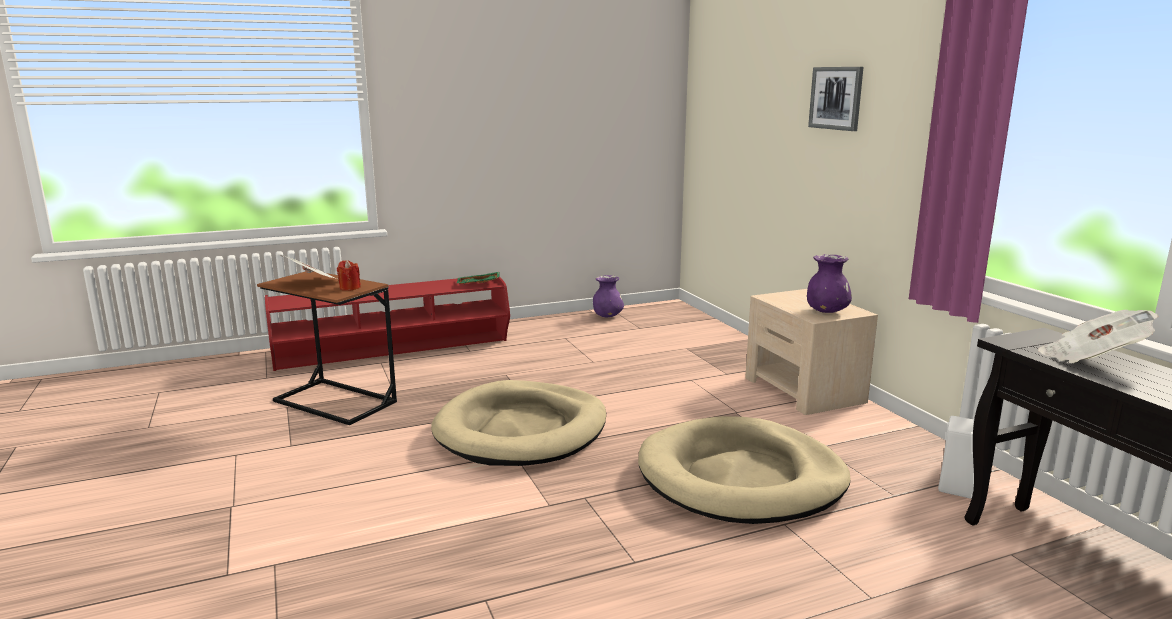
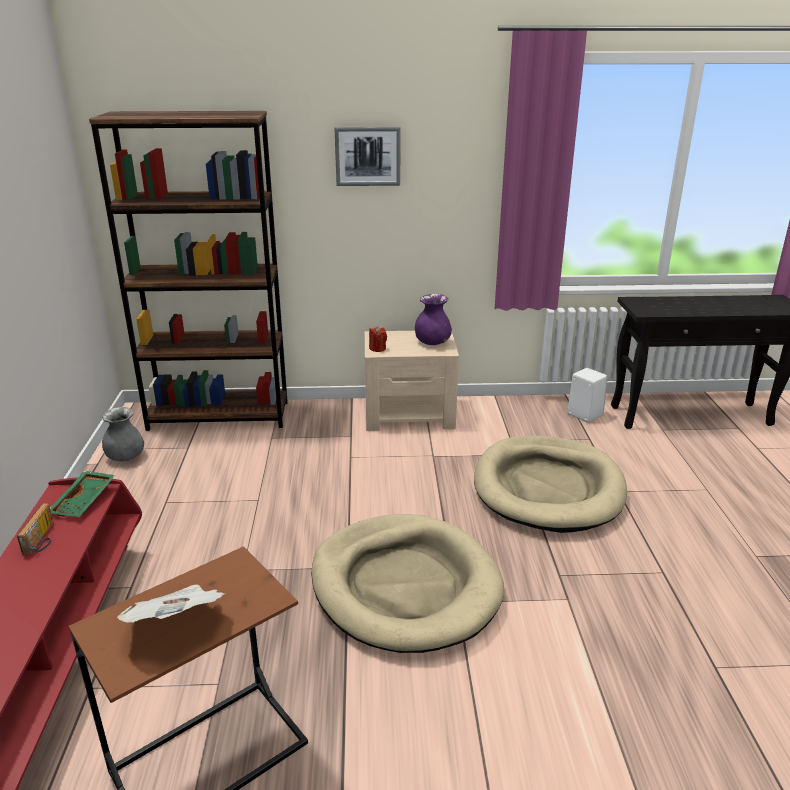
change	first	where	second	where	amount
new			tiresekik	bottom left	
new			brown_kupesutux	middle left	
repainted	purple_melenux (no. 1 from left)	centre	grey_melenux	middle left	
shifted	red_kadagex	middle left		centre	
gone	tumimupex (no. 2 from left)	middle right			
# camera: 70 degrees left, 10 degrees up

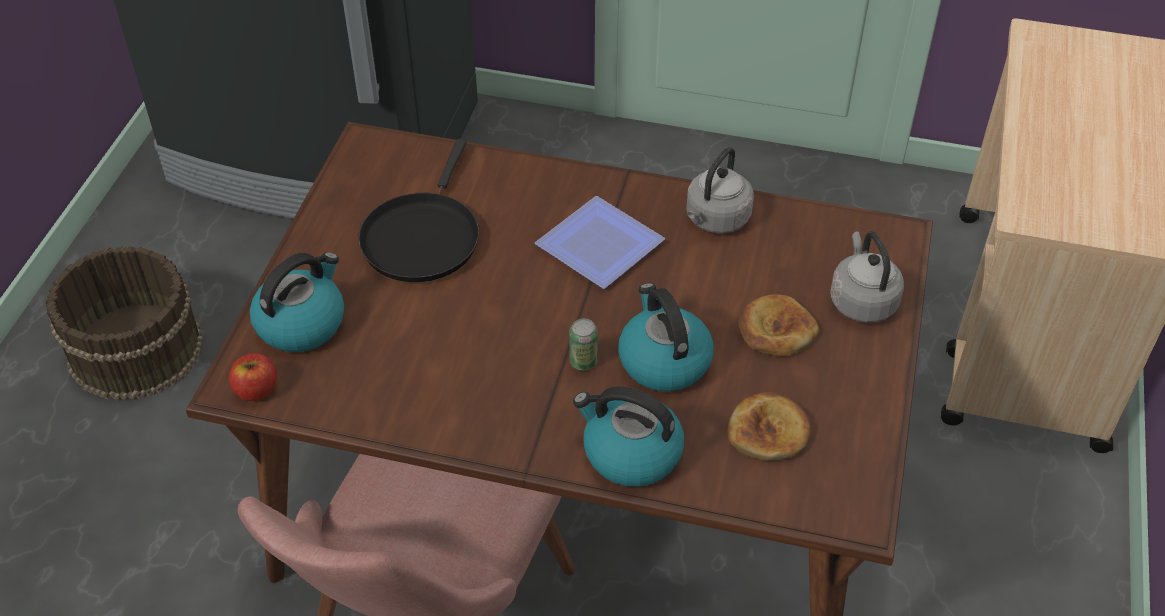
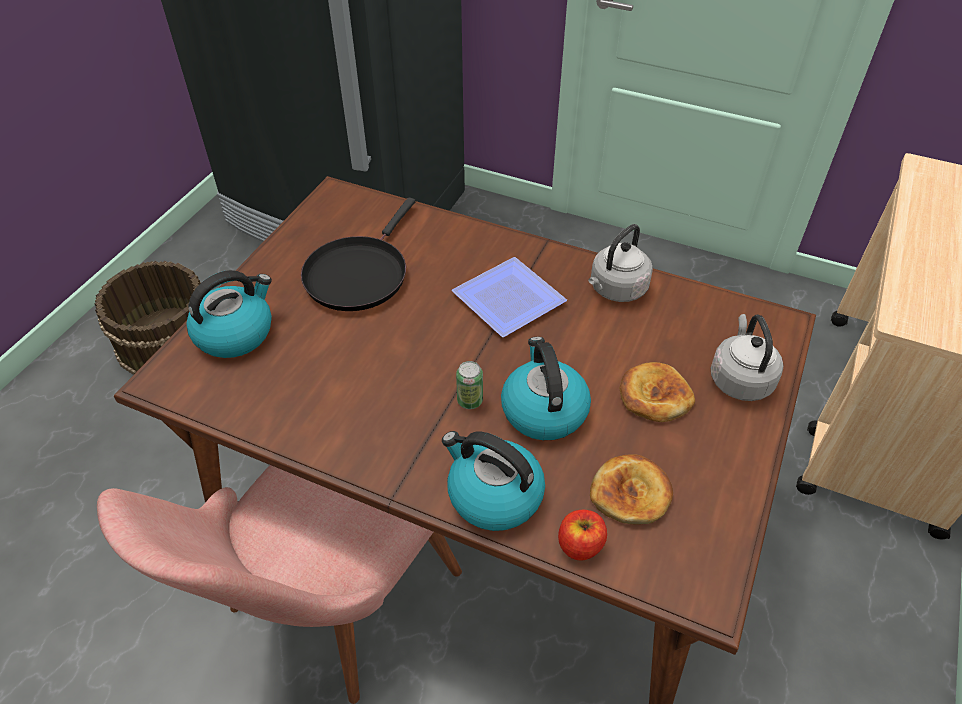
change	first	where	second	where	amount
shifted	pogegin	middle left		bottom centre	
# camera: 10 degrees right, 0 degrees up

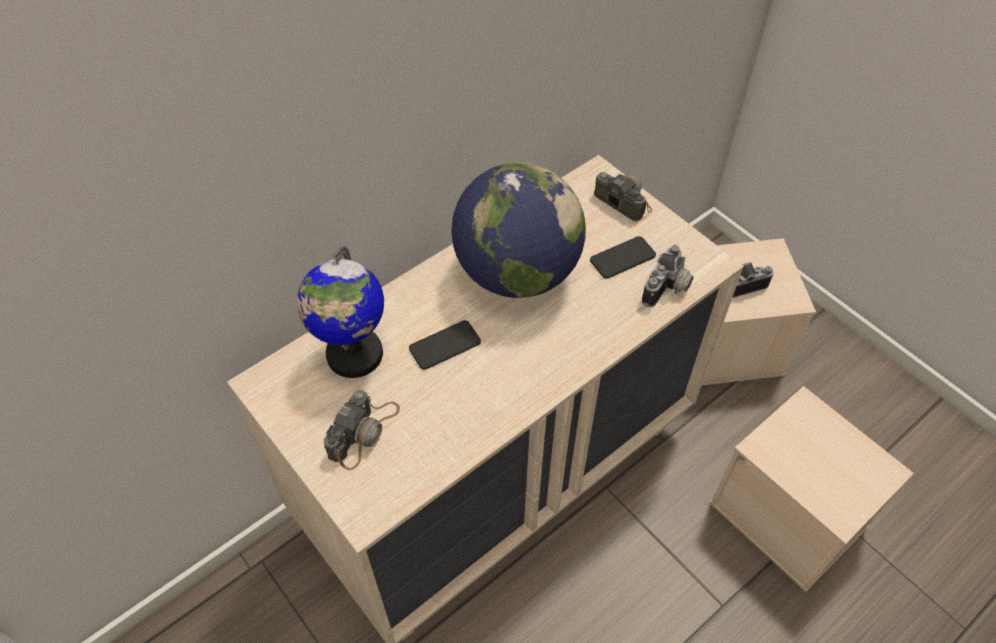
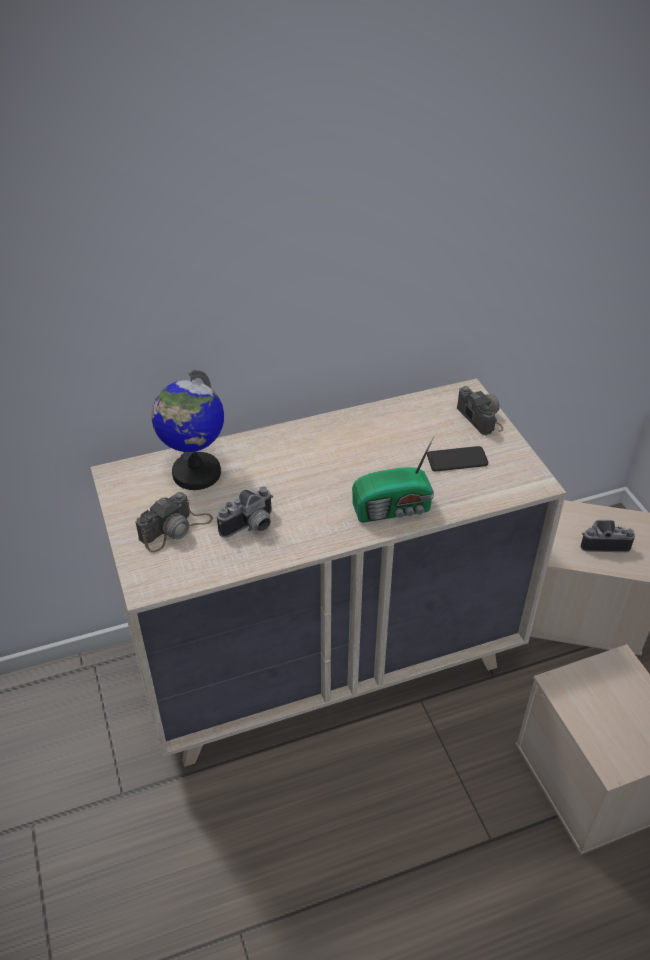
change	first	where	second	where	amount
shifted	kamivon (no. 3 from left in the first image)	middle right	kamivon (no. 2 from left)	centre	
new			tiresekik	centre	
gone	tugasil (no. 1 from left)	centre			
gone	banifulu (no. 2 from left)	centre			
# camera: 20 degrees right, 10 degrees down

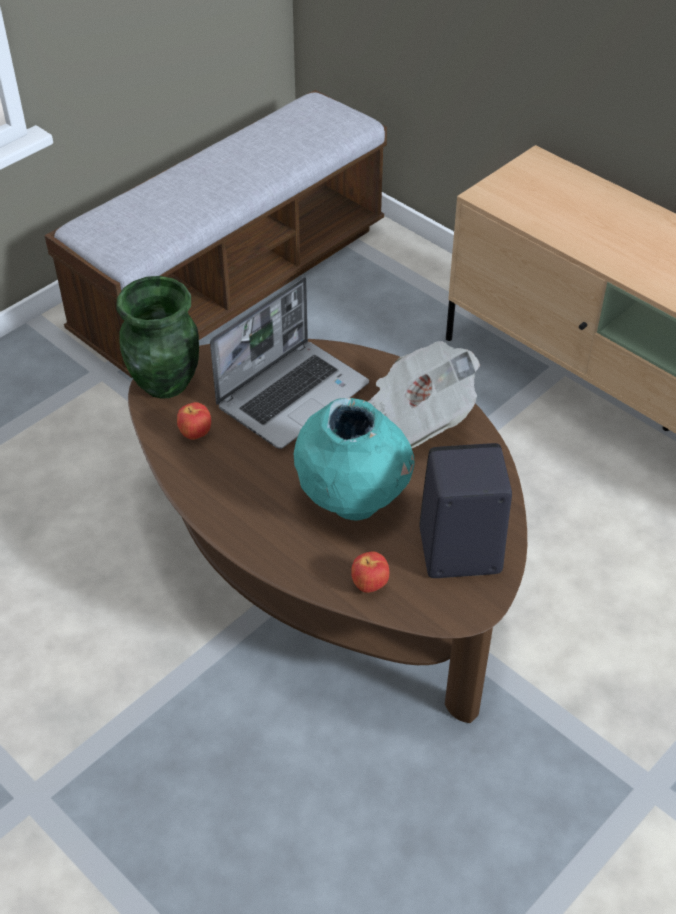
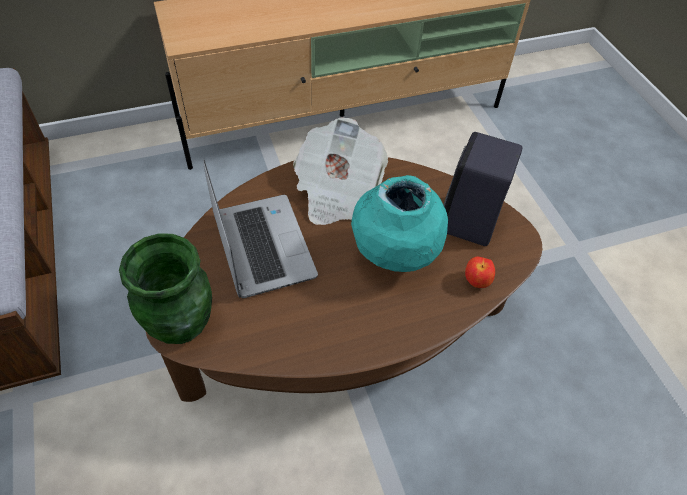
change	first	where	second	where	amount
gone	pogegin (no. 1 from left)	middle left			
# camera: 65 degrees left, 5 degrees up

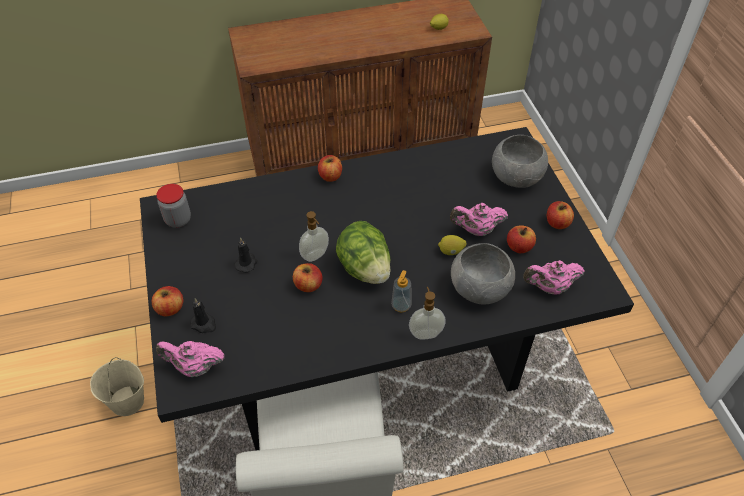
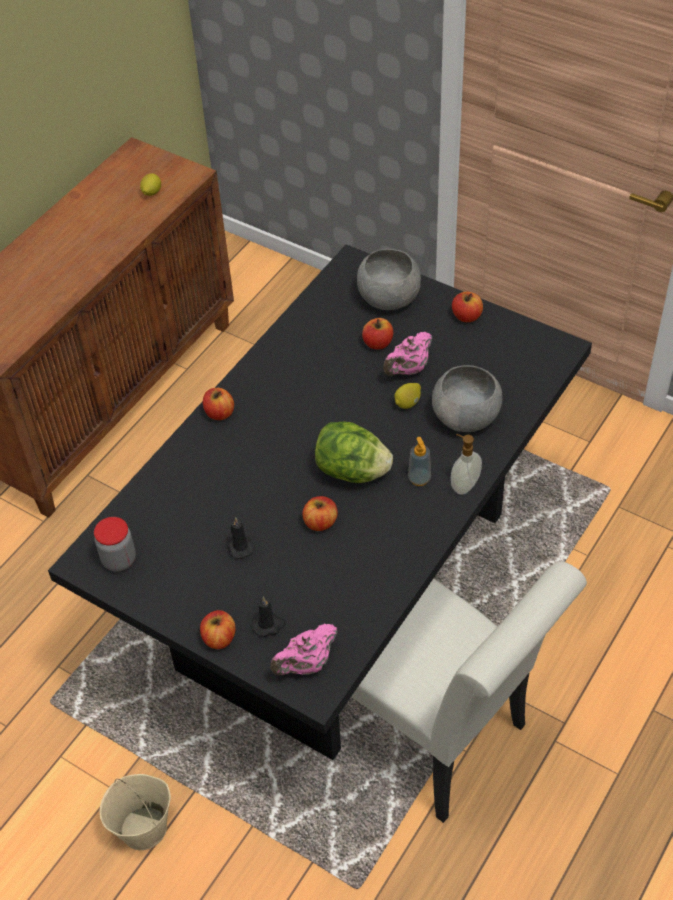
change	first	where	second	where	amount
shifted	pogegin (no. 4 from left)	middle right		centre	
gone	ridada (no. 1 from left)	centre			
gone	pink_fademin (no. 3 from left)	middle right			
# camera: 40 degrees left, 0 degrees up

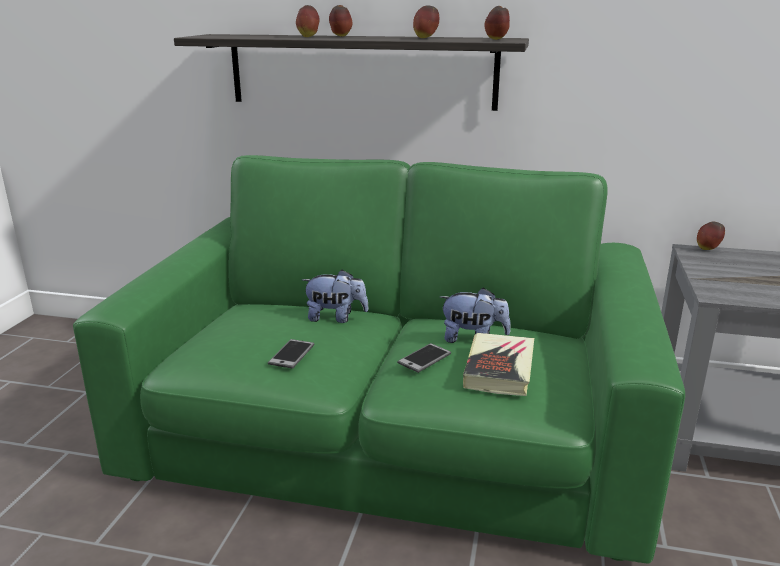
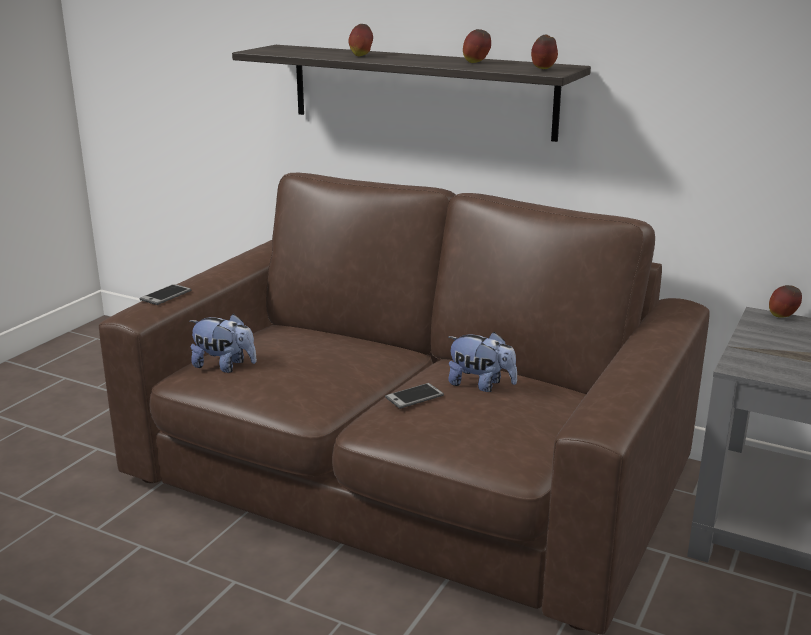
change	first	where	second	where	amount
repainted	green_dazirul	centre	brown_dazirul	centre	
shifted	tugasil (no. 1 from left)	centre		middle left	
shifted	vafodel (no. 1 from left)	centre		middle left	
gone	pogegin (no. 2 from left)	top centre			
gone	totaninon	centre			
# camera: 15 degrees right, 0 degrees up

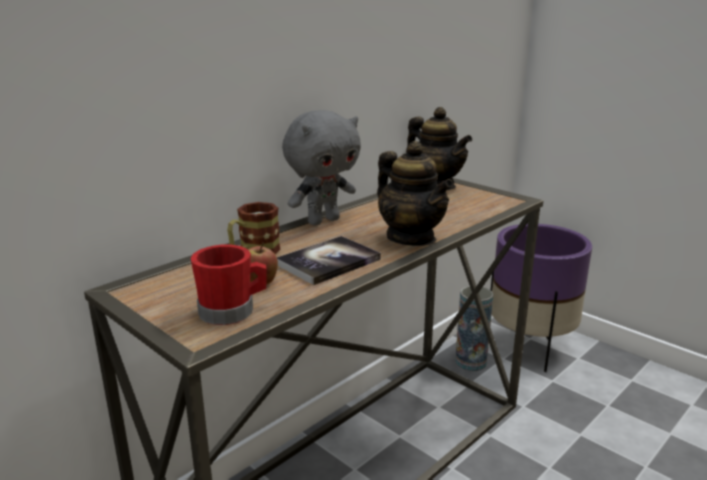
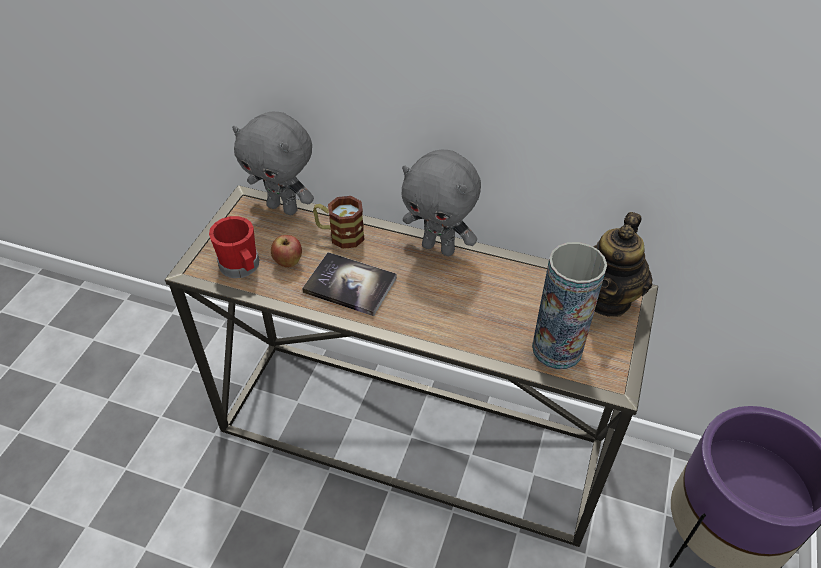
change	first	where	second	where	amount
new			grey_vafodel (no. 1 from left)	top left	
shifted	melenux	bottom right		middle right	
gone	fademin (no. 1 from left)	centre			
# camera: 65 degrees right, 25 degrees up

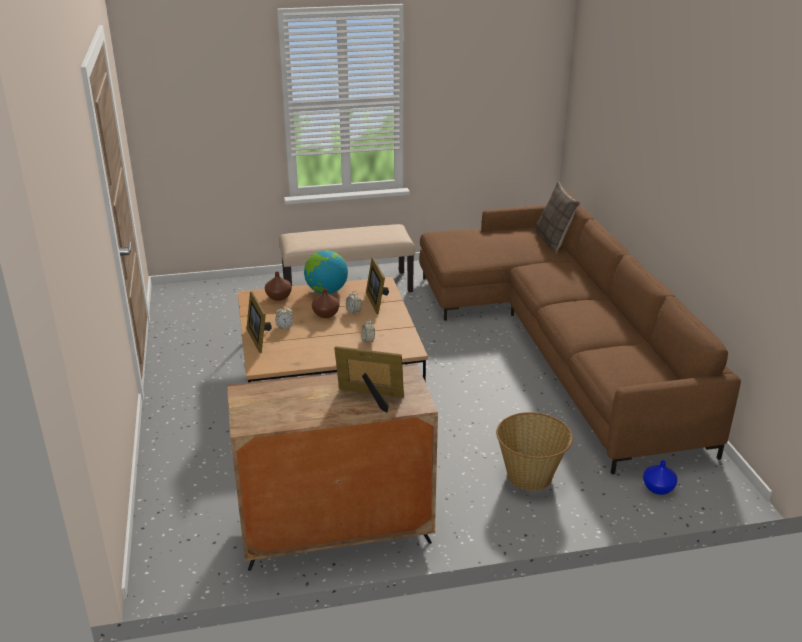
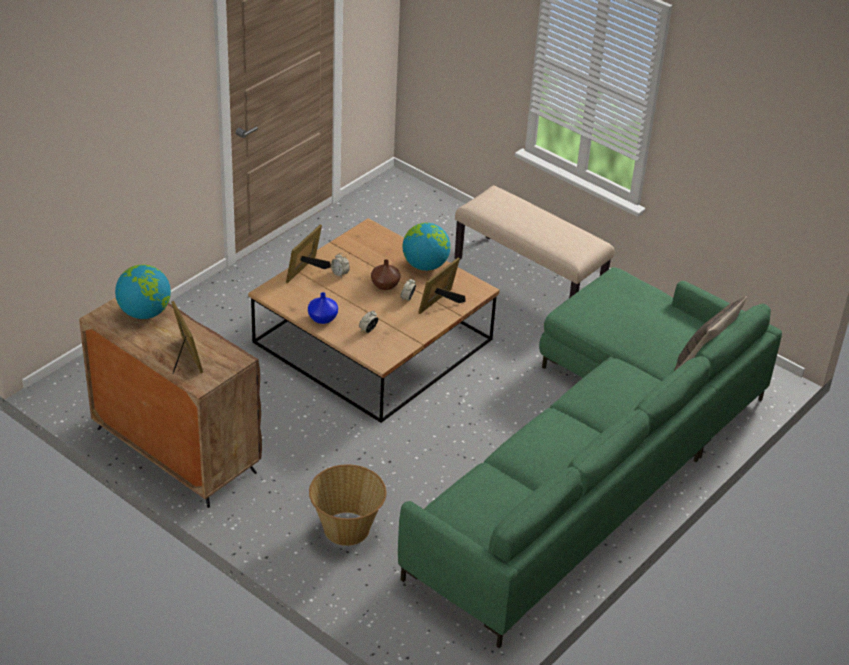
change	first	where	second	where	amount
new			banifulu (no. 1 from left)	middle left	
shifted	blue_melenux	bottom right		centre	
repainted	brown_dazirul	middle right	green_dazirul	bottom right	
gone	brown_melenux (no. 1 from left)	centre			
# camera: 50 degrees right, 10 degrees up

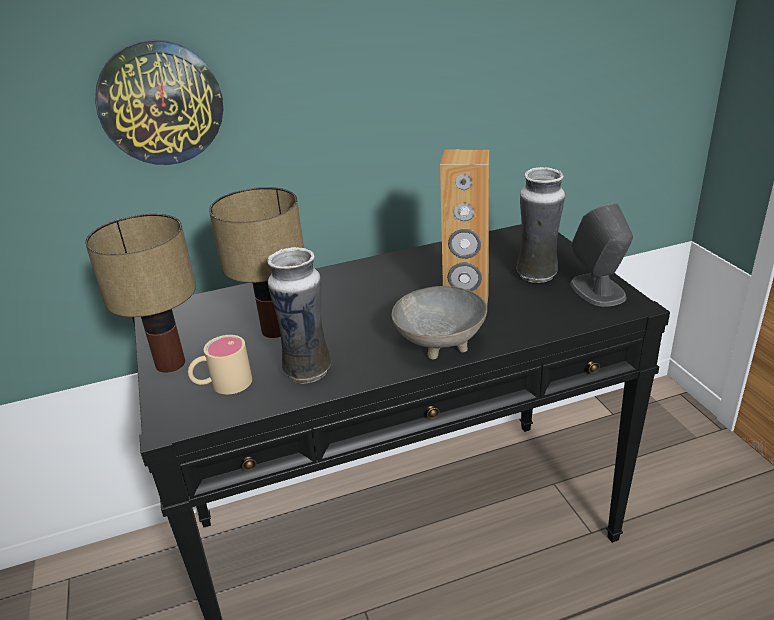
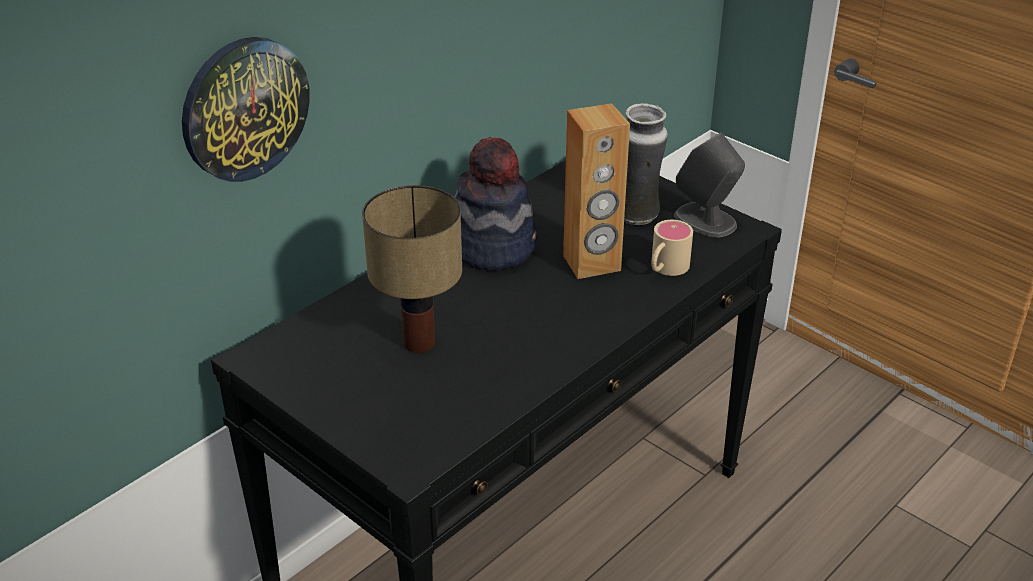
change	first	where	second	where	amount
new			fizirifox	centre	
shifted	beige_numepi	middle left		centre	
gone	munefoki (no. 1 from left)	middle left			
gone	melenux (no. 1 from left)	centre			
gone	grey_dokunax	centre			
# camera: 30 degrees left, 5 degrees up

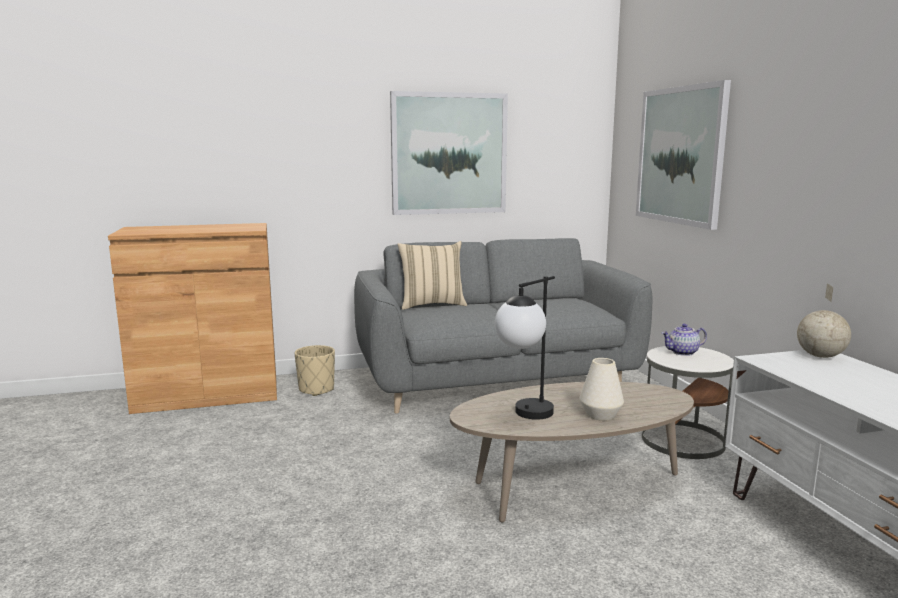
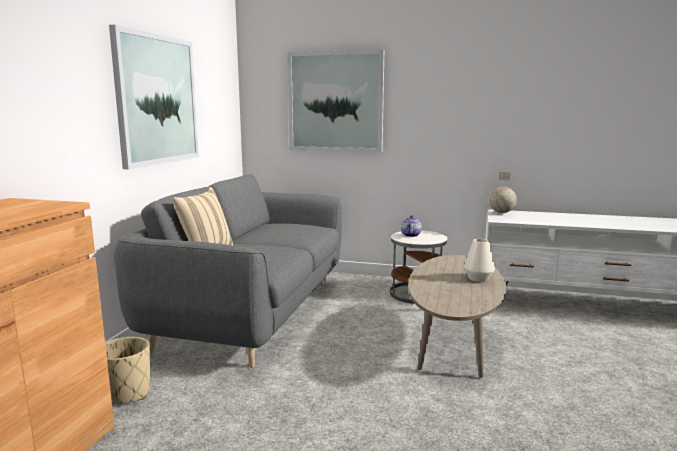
change	first	where	second	where	amount
gone	munefoki	centre			
# camera: 60 degrees left, 0 degrees up

